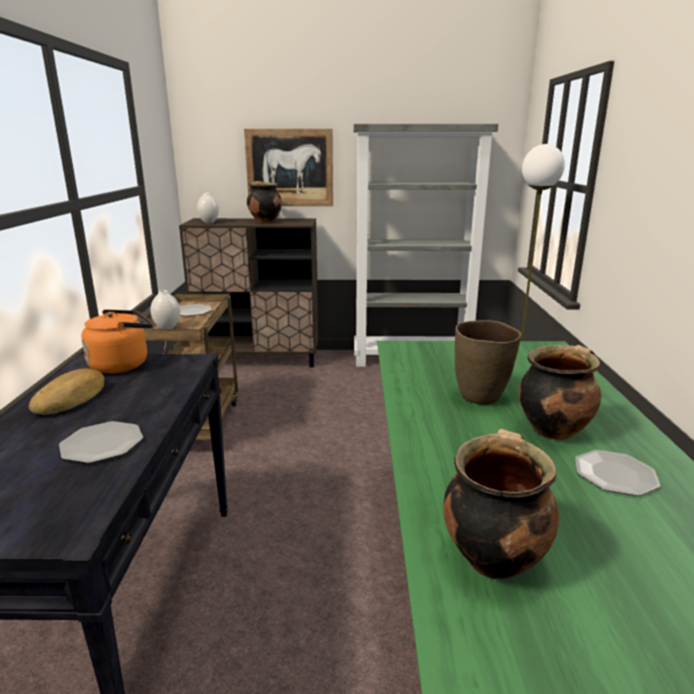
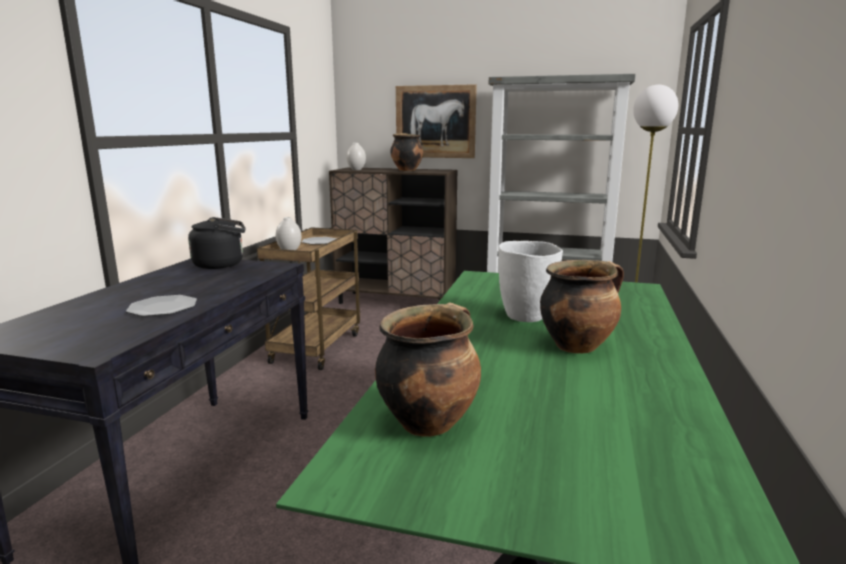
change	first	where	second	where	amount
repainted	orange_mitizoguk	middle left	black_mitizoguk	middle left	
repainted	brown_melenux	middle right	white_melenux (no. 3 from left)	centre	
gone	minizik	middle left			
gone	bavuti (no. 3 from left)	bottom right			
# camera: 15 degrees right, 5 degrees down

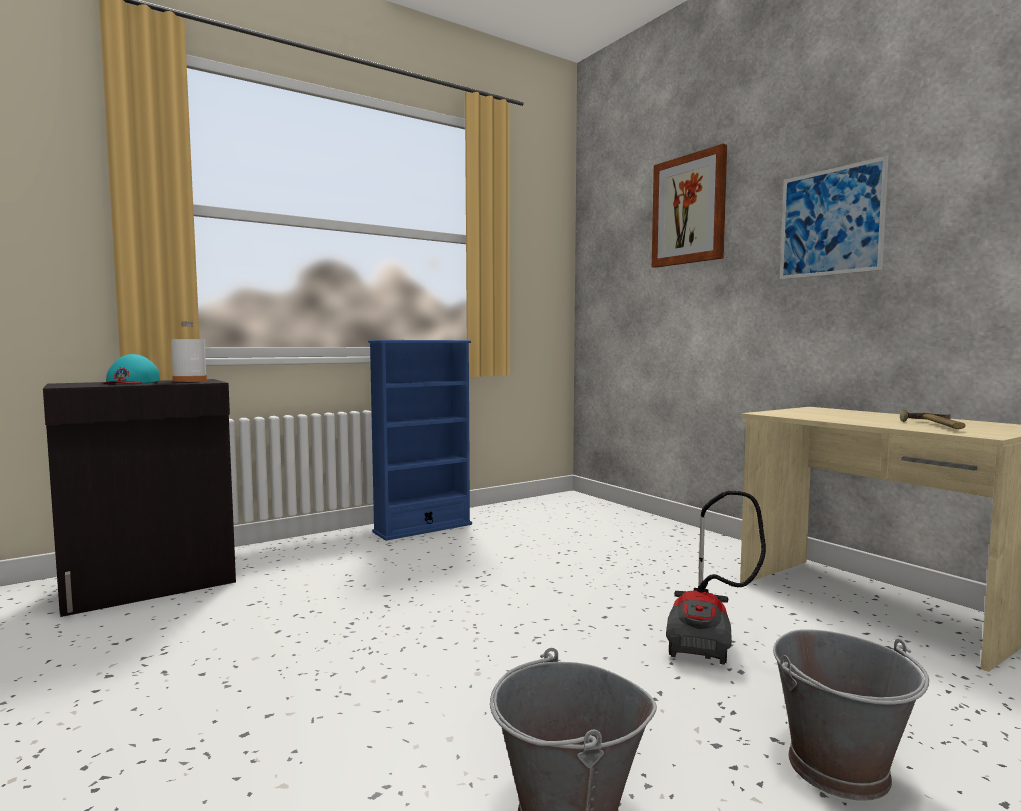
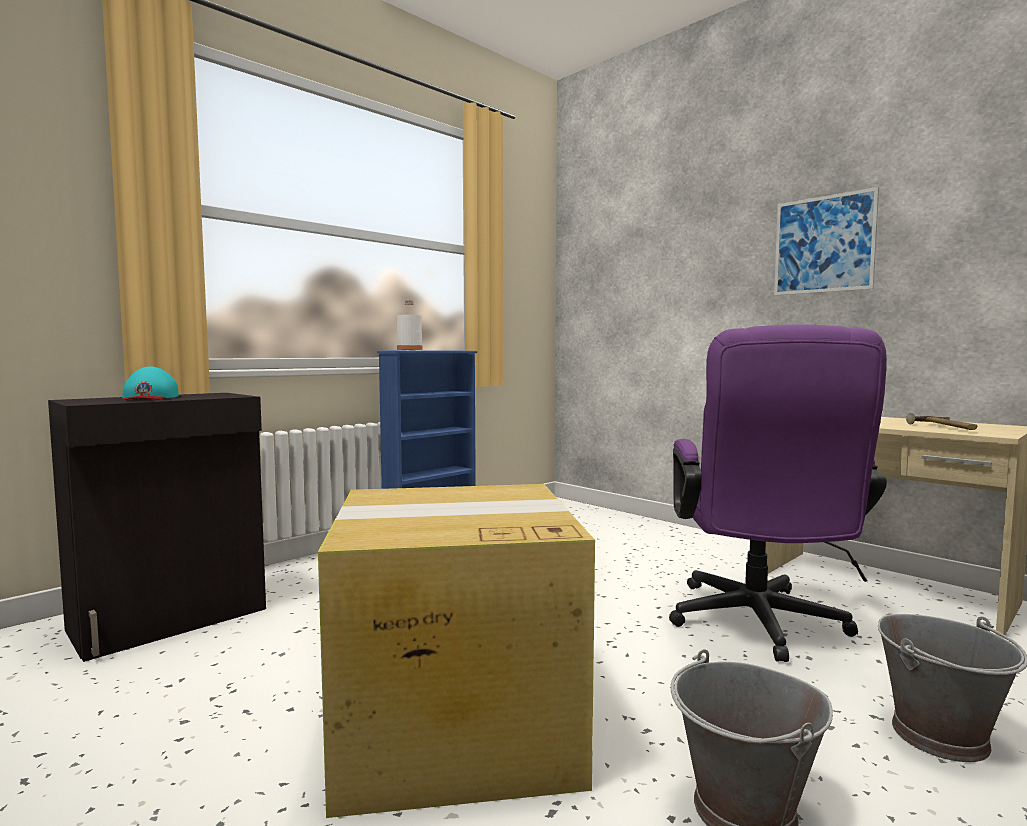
change	first	where	second	where	amount
new			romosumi	bottom centre	
shifted	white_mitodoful	middle left		centre	
swapped	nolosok	bottom right	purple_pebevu	middle right	
gone	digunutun (no. 1 from left)	top right			
# camera: 10 degrees left, 0 degrees up

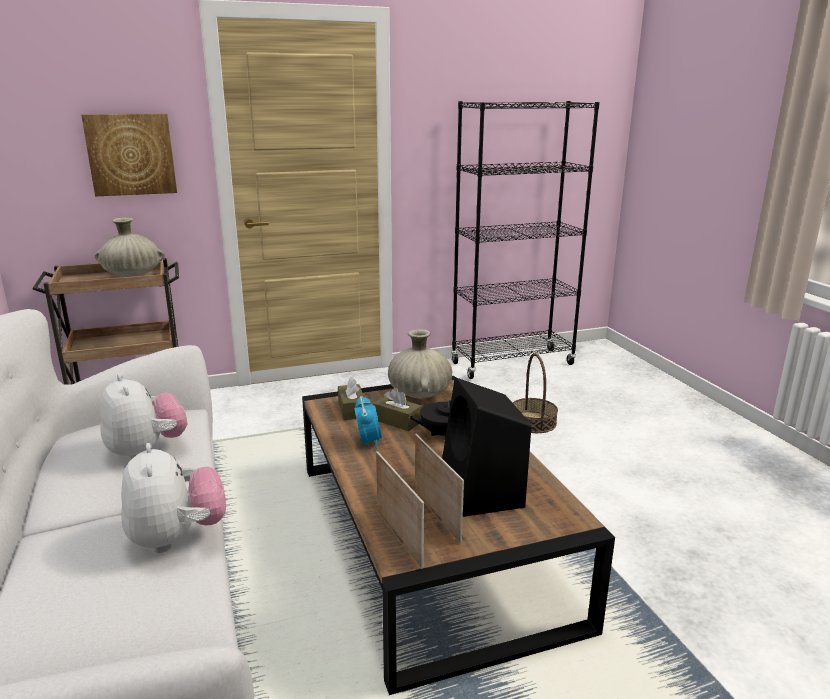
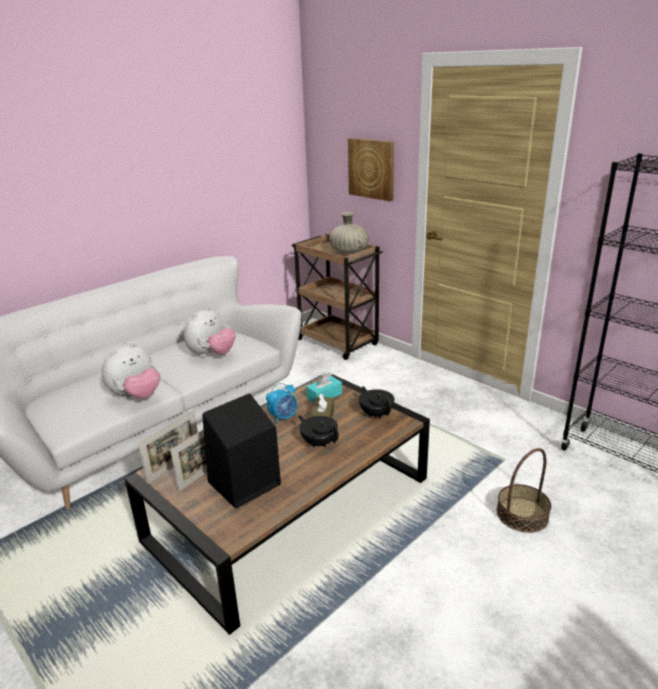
change	first	where	second	where	amount
repainted	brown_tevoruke (no. 1 from left)	centre	turquoise_tevoruke	centre	
swapped	beige_melenux (no. 2 from left)	centre	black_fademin (no. 2 from left)	centre	
# camera: 65 degrees right, 5 degrees up

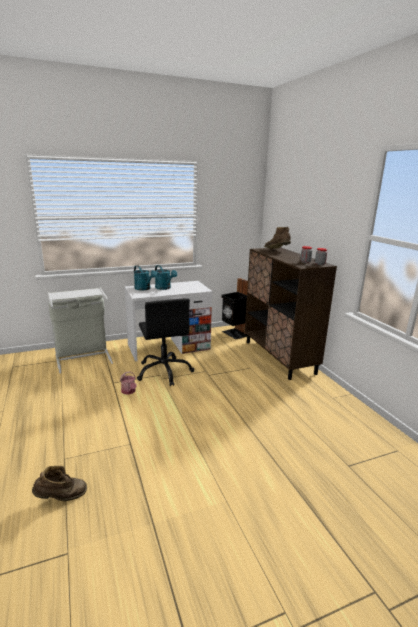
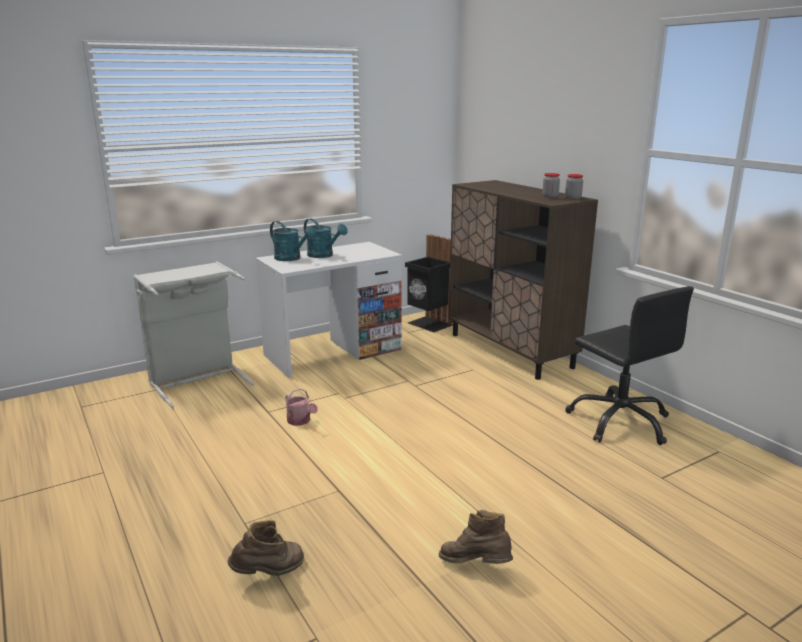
change	first	where	second	where	amount
shifted	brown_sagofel (no. 2 from left)	centre		bottom centre	
shifted	black_pebevu	centre		middle right	
# camera: 10 degrees left, 0 degrees up

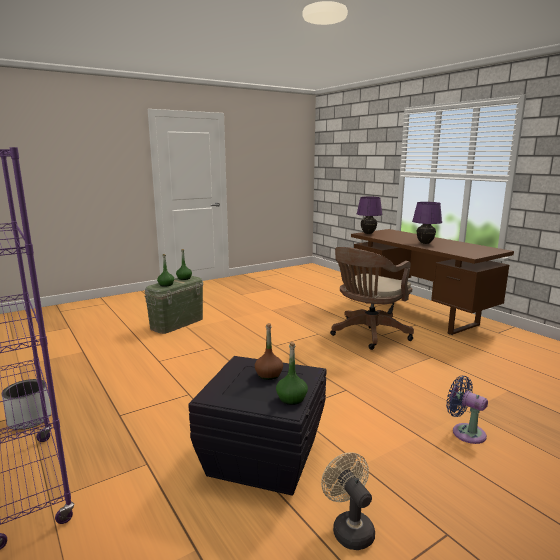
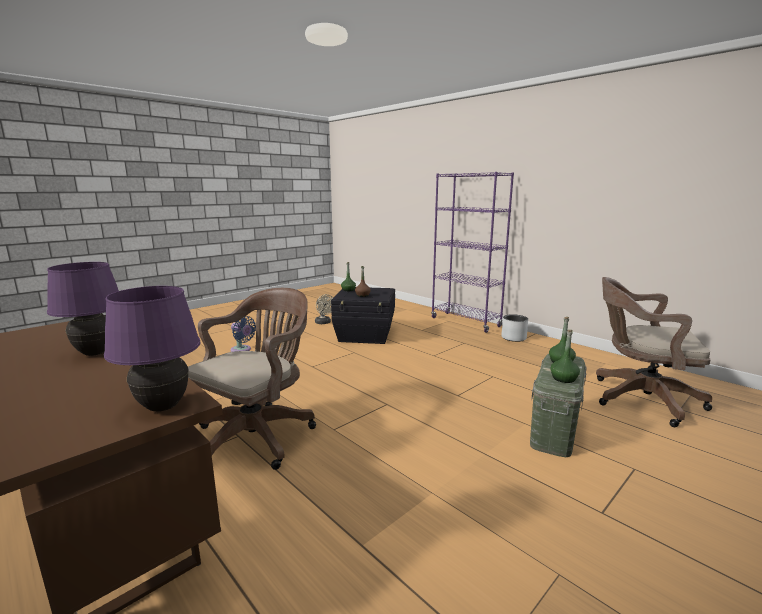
change	first	where	second	where	amount
new			brown_pebevu (no. 2 from left)	middle right	
# camera: 170 degrees right, 0 degrees up

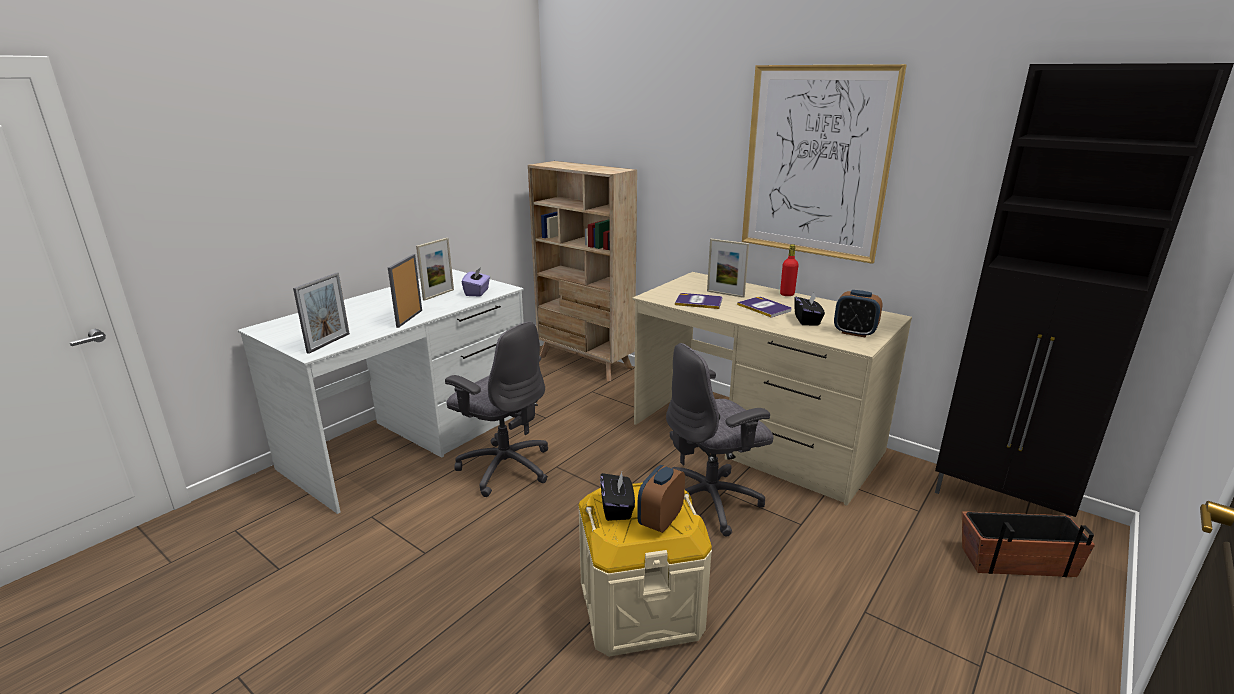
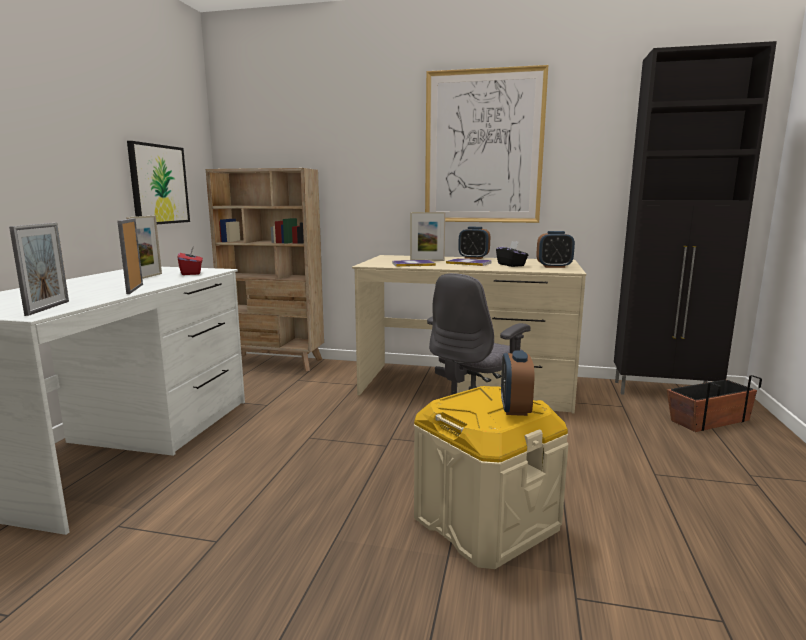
change	first	where	second	where	amount
new			digunutun (no. 1 from left)	top left	
repainted	purple_tevoruke	centre	red_tevoruke	middle left	
swapped	red_mitodoful	centre	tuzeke (no. 1 from left)	centre	
gone	grey_pebevu (no. 1 from left)	centre			
gone	black_tevoruke (no. 1 from left)	bottom centre			
# camera: 25 degrees left, 10 degrees down

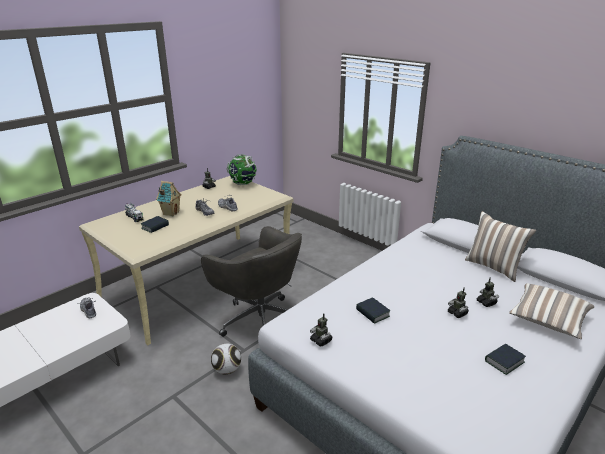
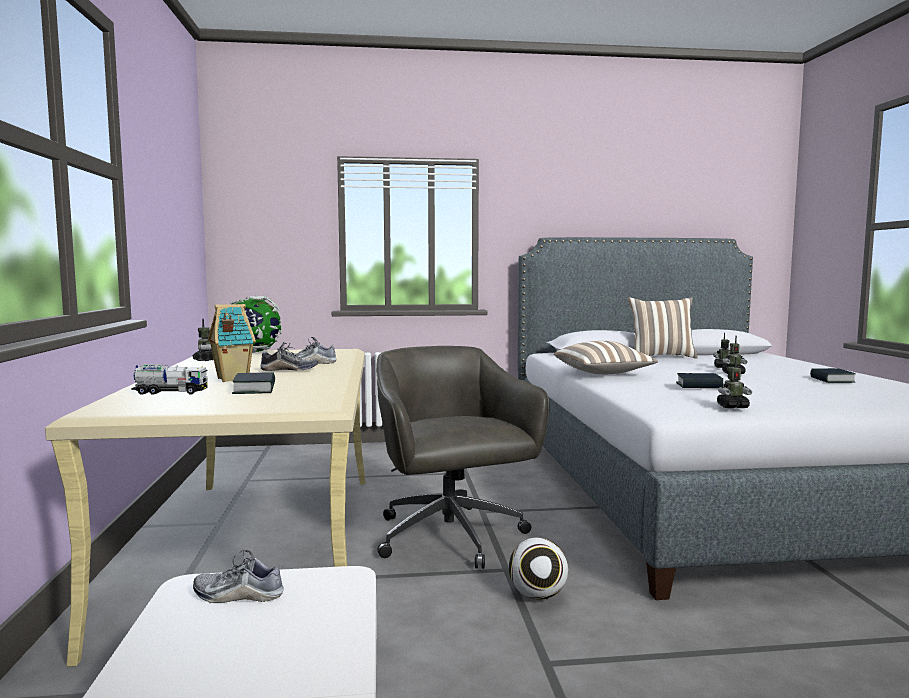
change	first	where	second	where	amount
rotated	grey_pebevu	centre		centre	105 degrees counterclockwise
shifted	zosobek (no. 2 from left in the first image)	bottom right	zosobek (no. 1 from left)	middle right	
# camera: 50 degrees left, 20 degrees down

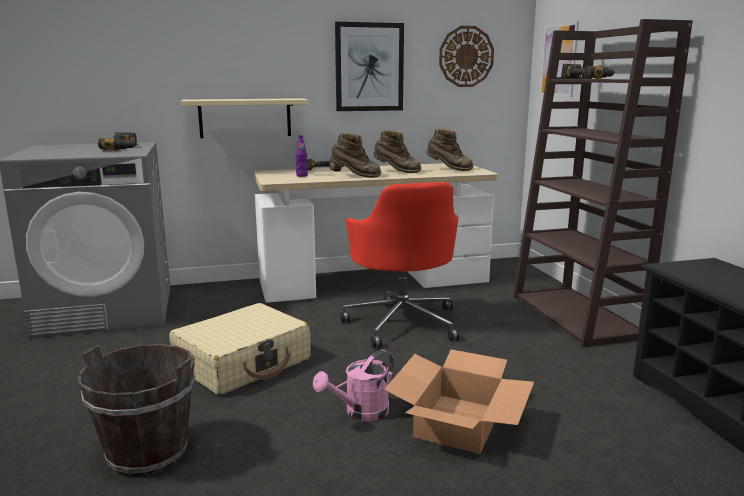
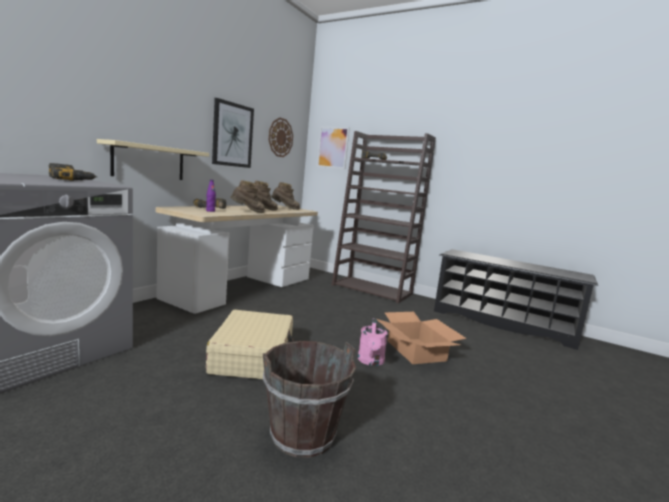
change	first	where	second	where	amount
gone	red_pebevu	centre			
# camera: 45 degrees left, 5 degrees down

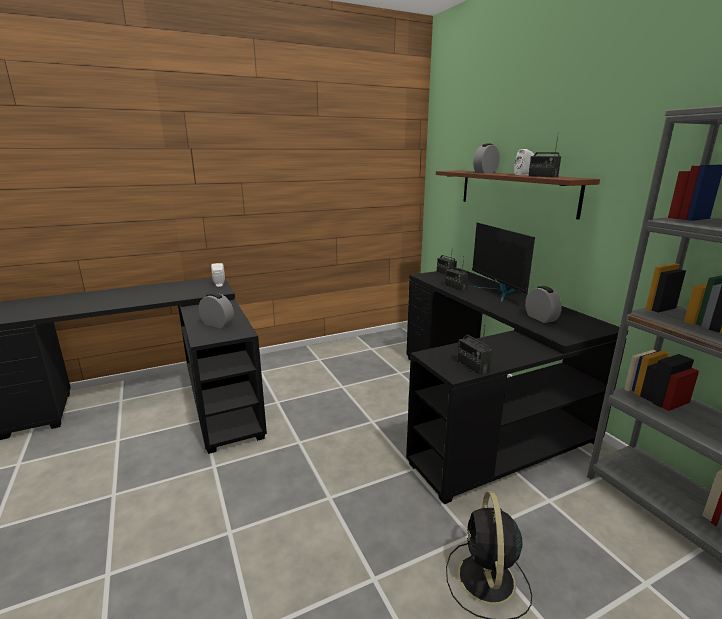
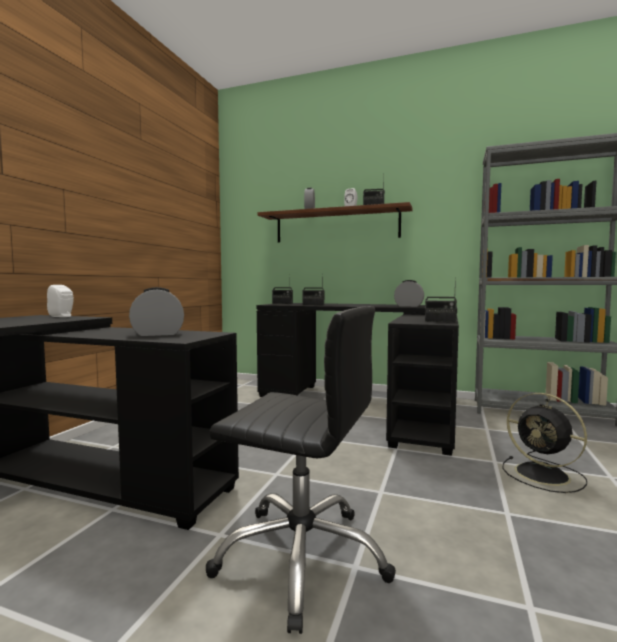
change	first	where	second	where	amount
new			black_pebevu	bottom centre	
gone	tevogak	middle right			
# camera: 45 degrees left, 15 degrees down

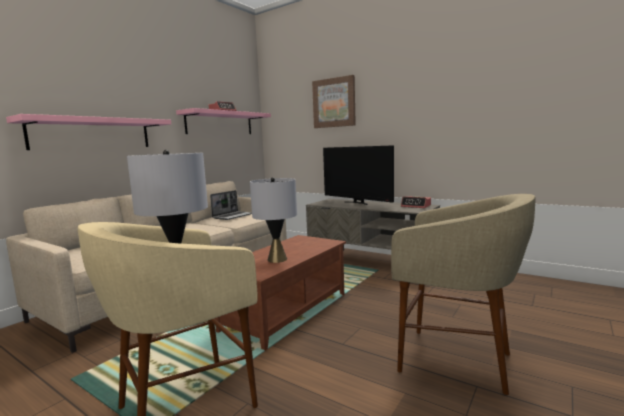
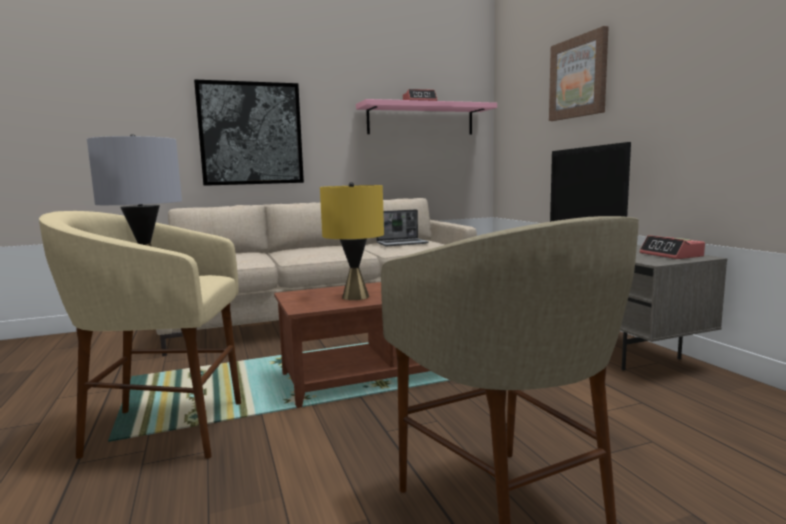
change	first	where	second	where	amount
swapped	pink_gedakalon (no. 1 from left)	top left	digunutun (no. 1 from left)	top left	
repainted	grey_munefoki (no. 2 from left)	centre	yellow_munefoki	centre	
# camera: 35 degrees right, 0 degrees up

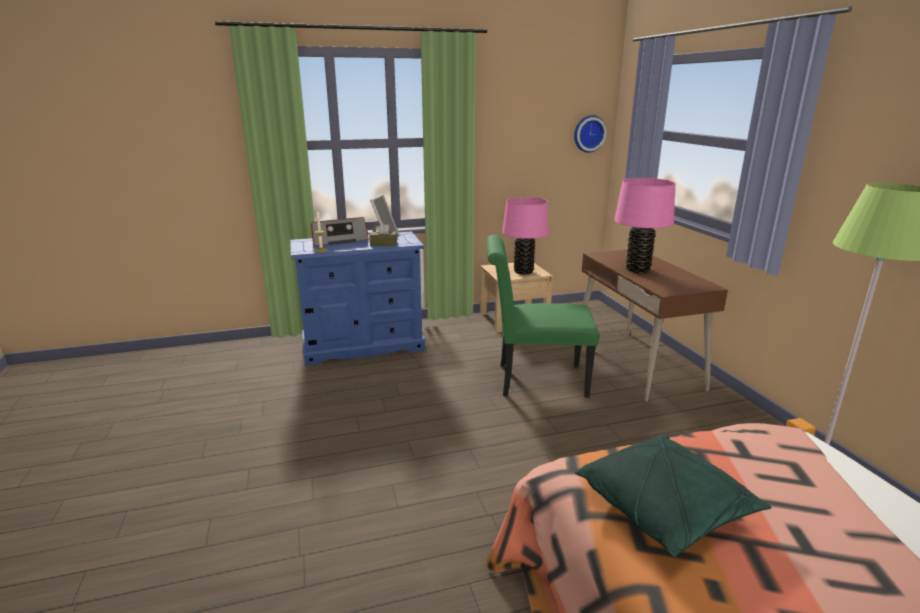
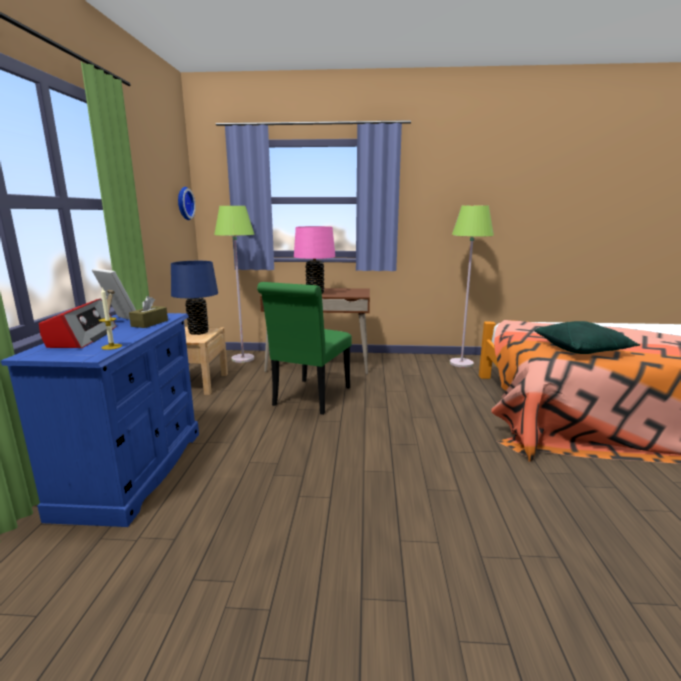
change	first	where	second	where	amount
repainted	pink_munefoki (no. 1 from left)	centre	blue_munefoki	middle left	
new			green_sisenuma (no. 1 from left)	centre	
# camera: 70 degrees left, 5 degrees down

